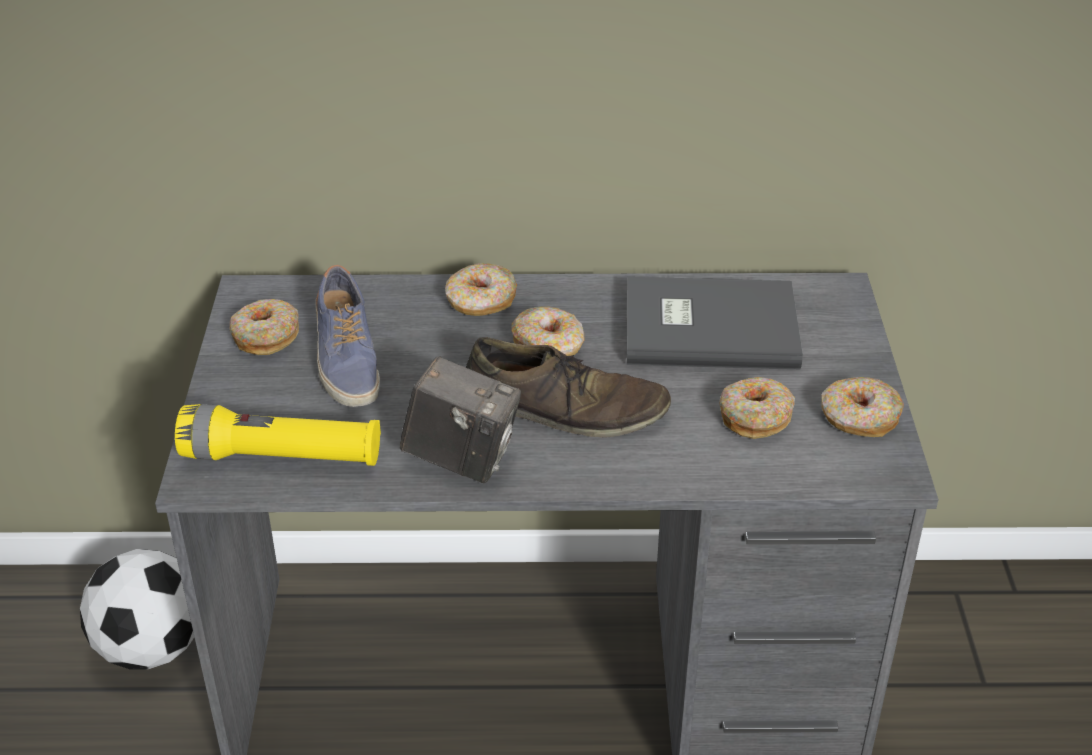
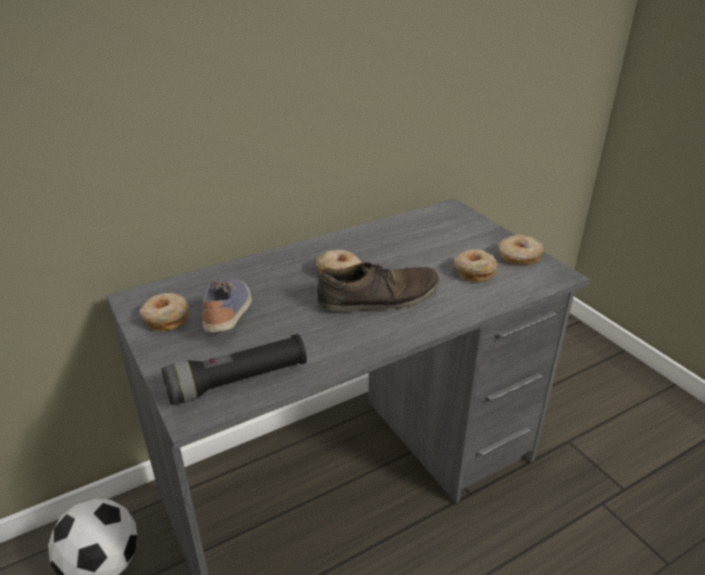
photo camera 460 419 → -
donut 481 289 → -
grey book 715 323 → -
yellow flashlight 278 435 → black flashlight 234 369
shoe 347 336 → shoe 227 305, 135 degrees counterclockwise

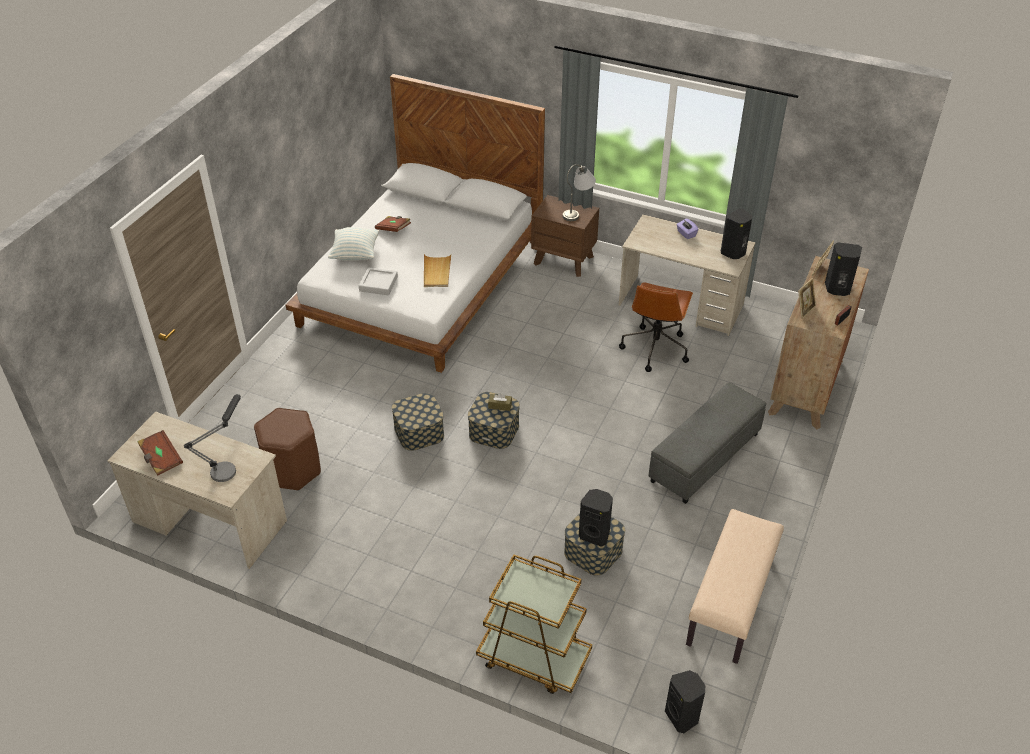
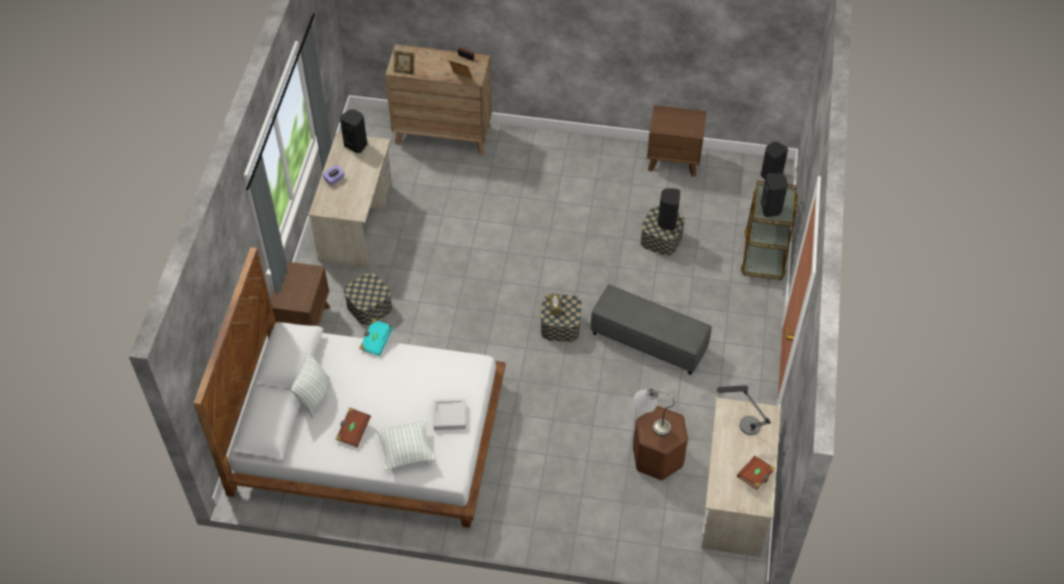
beige tray 437 270 → -
brown office chair 656 327 → -
- → pillow 310 384
- → turquoise book 376 337
storage box 418 422 → storage box 368 299, move
grey table lamp 579 192 → grey table lamp 654 412, move
grey ottoman 707 443 → grey ottoman 651 329, move
black speaker 843 269 → black speaker 774 195, move
beige bench 735 586 → brown nightstand 677 141

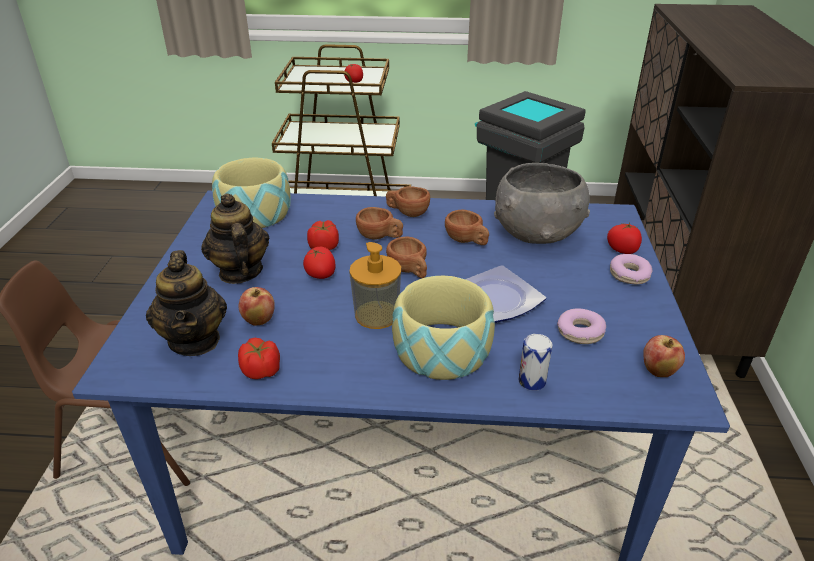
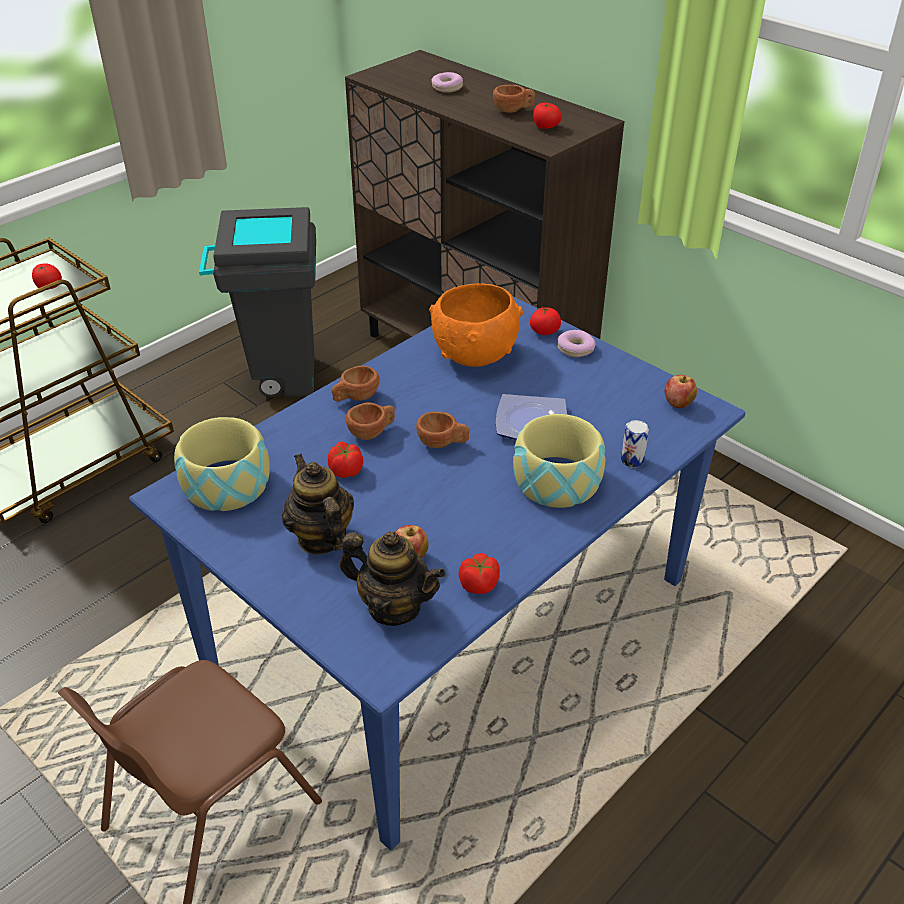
soap dispenser 375 285 → -
tomato 319 263 → tomato 547 116, move
brown cup 467 227 → brown cup 514 99, move
donut 581 326 → donut 447 82, move
grey bowl 542 203 → orange bowl 476 325
teapot 235 238 → teapot 318 504, 45 degrees clockwise

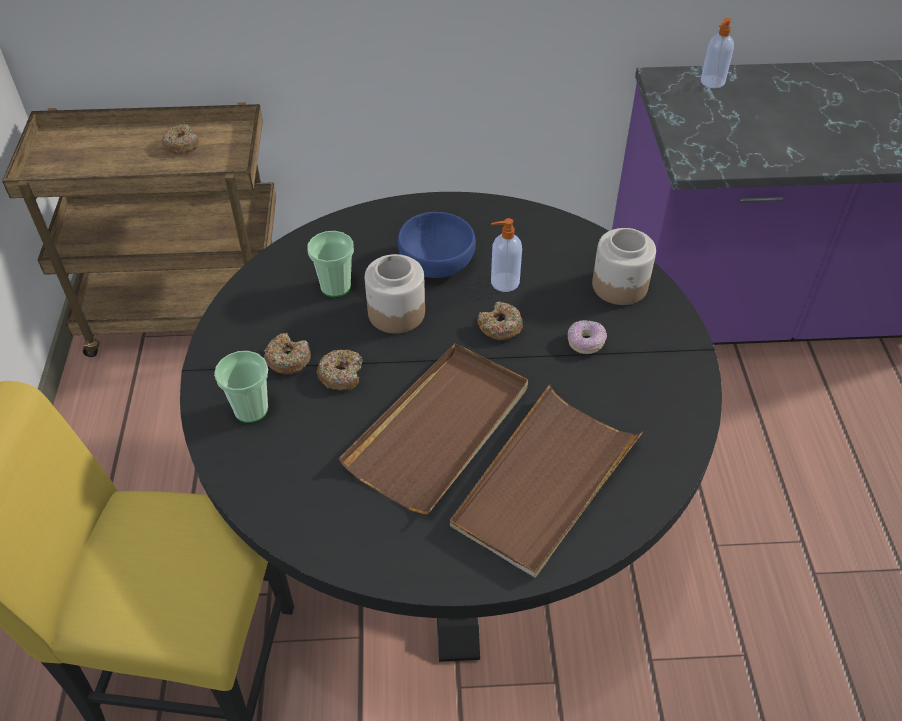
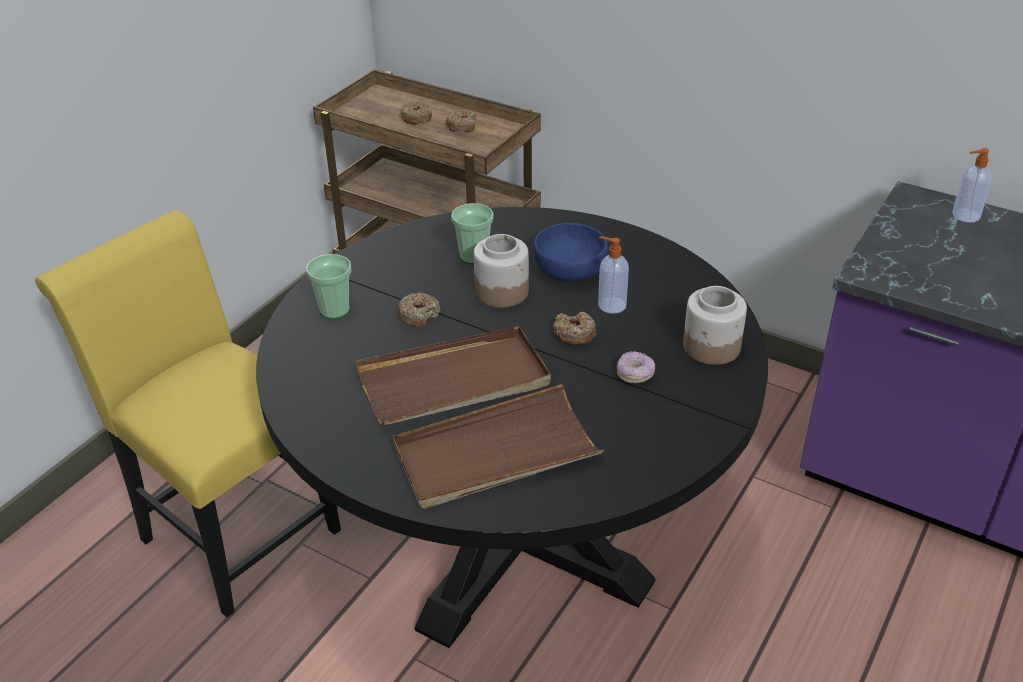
donut 287 353 → donut 416 113, move

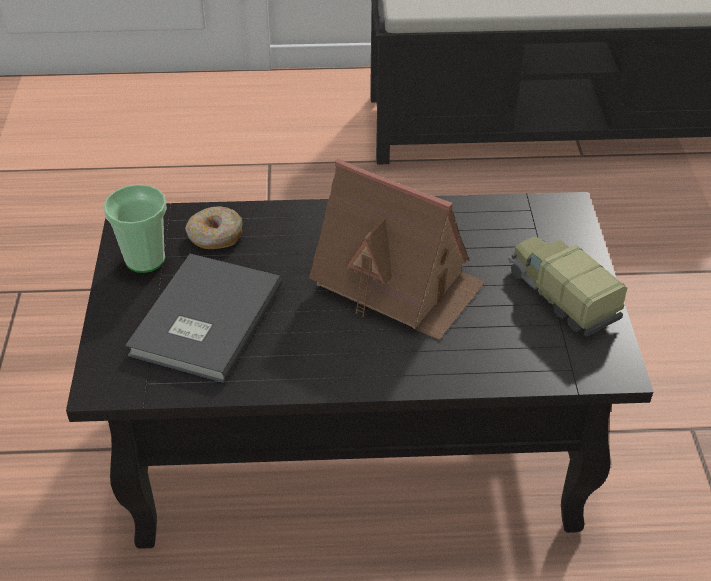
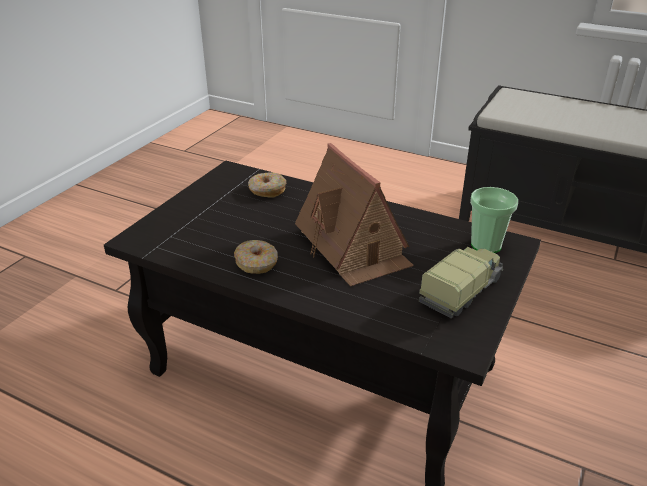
grey book 203 318 → -
- → donut 256 257
cup 135 228 → cup 494 220, move
toy truck 568 287 → toy truck 461 283, 45 degrees clockwise

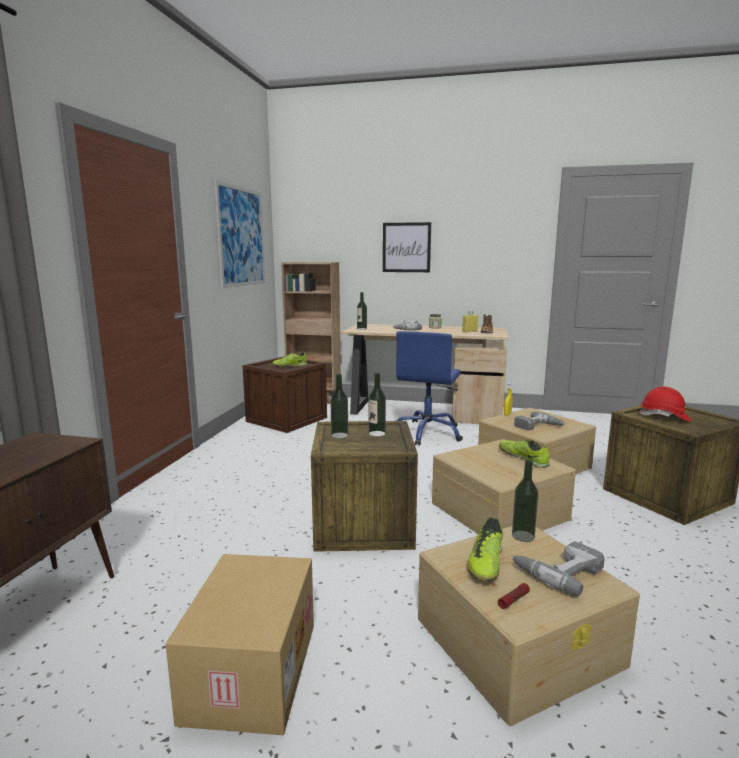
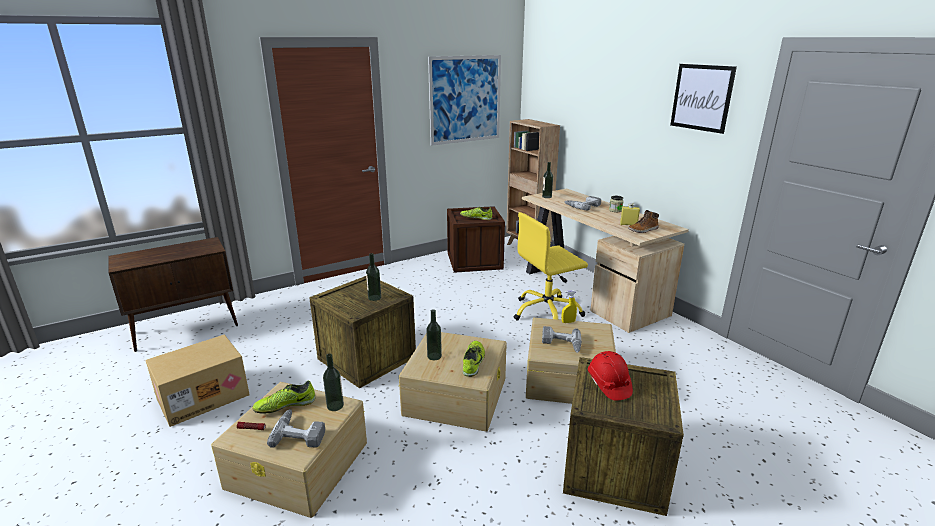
bottle 339 406 → bottle 434 334, move
picture 407 247 → picture 703 99, move
blue office chair 429 388 → yellow office chair 551 266

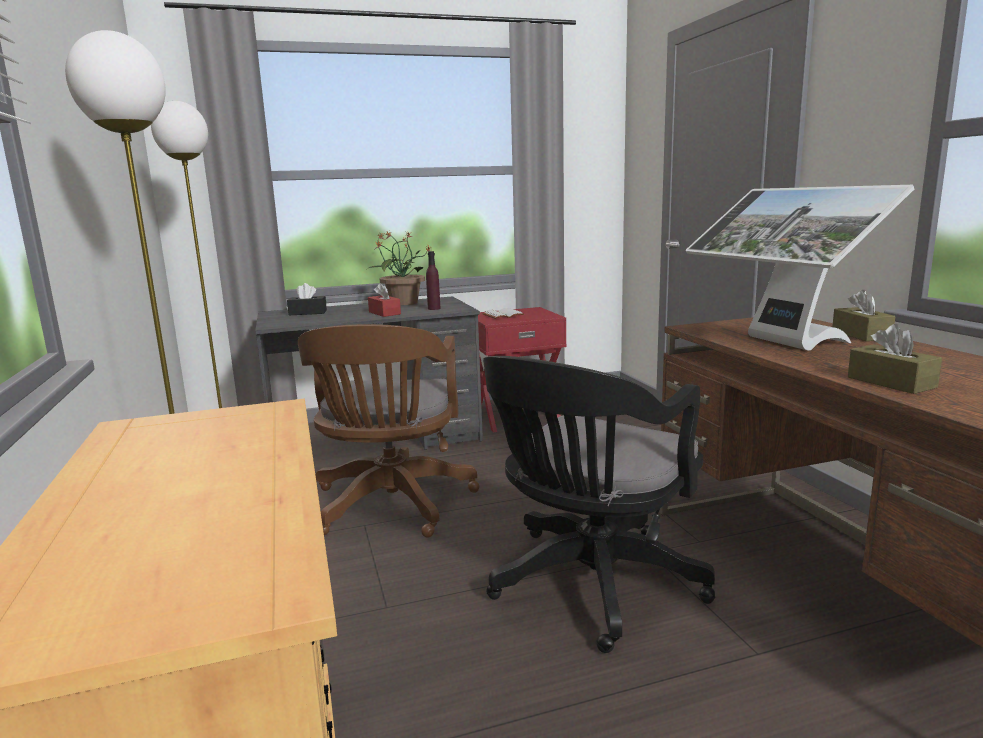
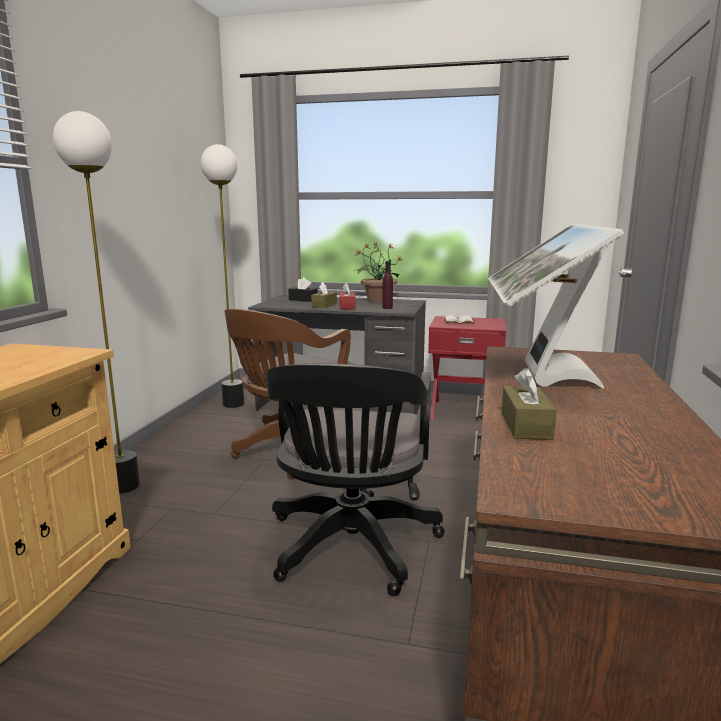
brown tissue box 864 315 → brown tissue box 324 295, move
black office chair 599 504 → black office chair 355 479, 60 degrees counterclockwise

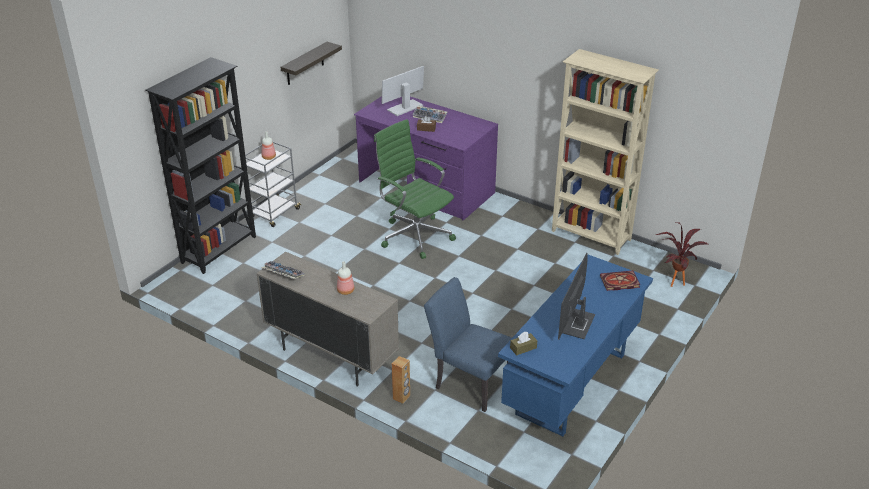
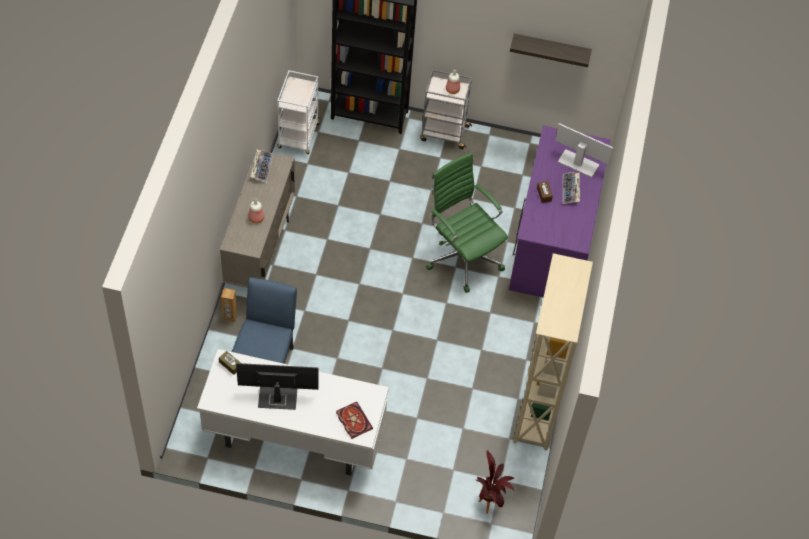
- → white cart 298 112
blue desk 575 346 → white desk 293 412
green office chair 415 189 → green office chair 467 223, 60 degrees counterclockwise

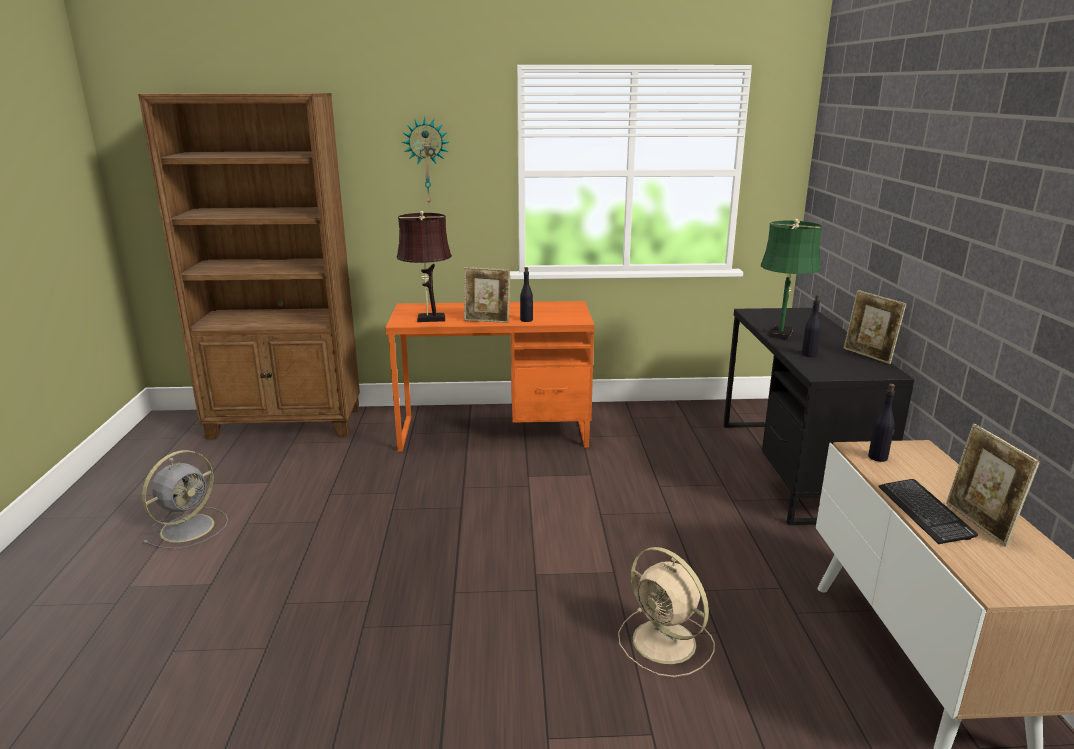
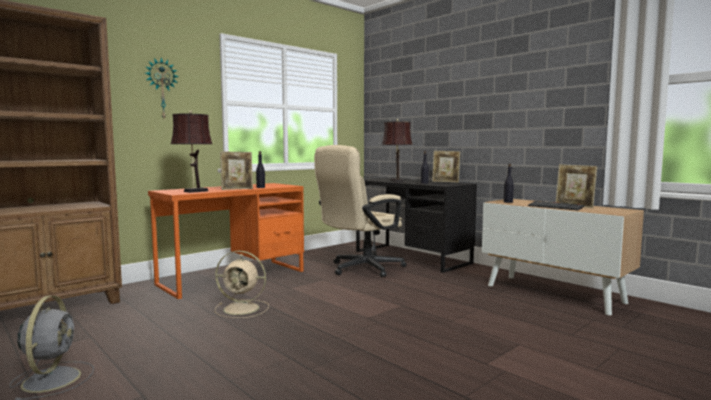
- → beige office chair 360 211
beige fan 666 612 → beige fan 242 284, move
green table lamp 791 279 → brown table lamp 397 150

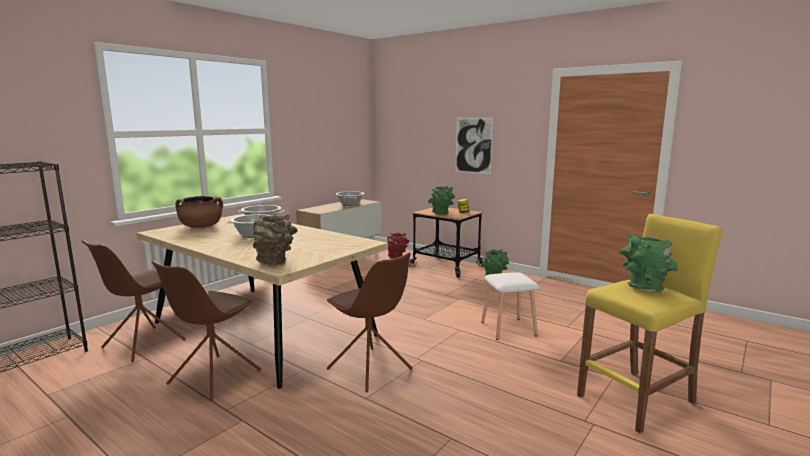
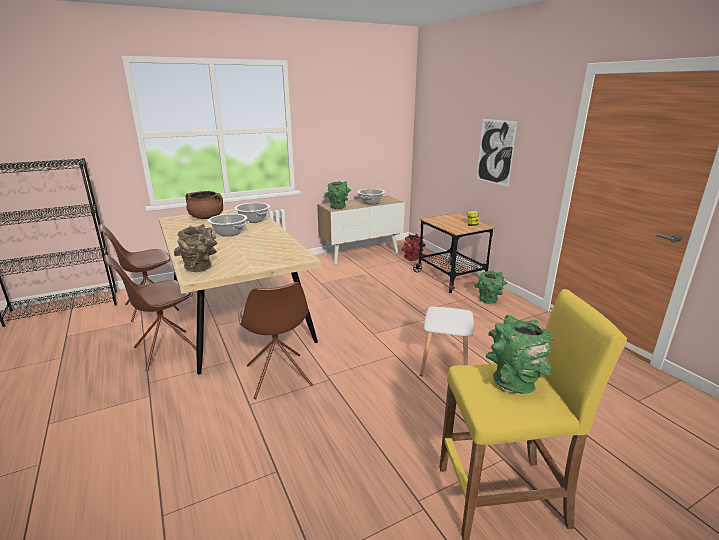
green vase 441 200 → green vase 338 195, move

